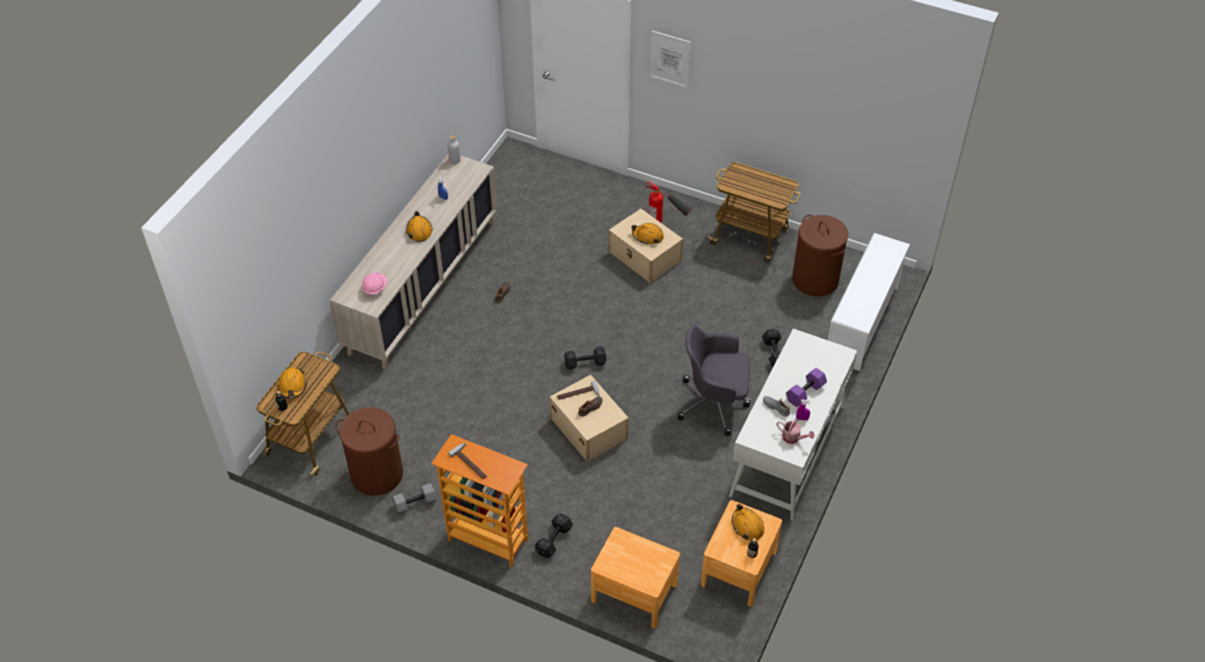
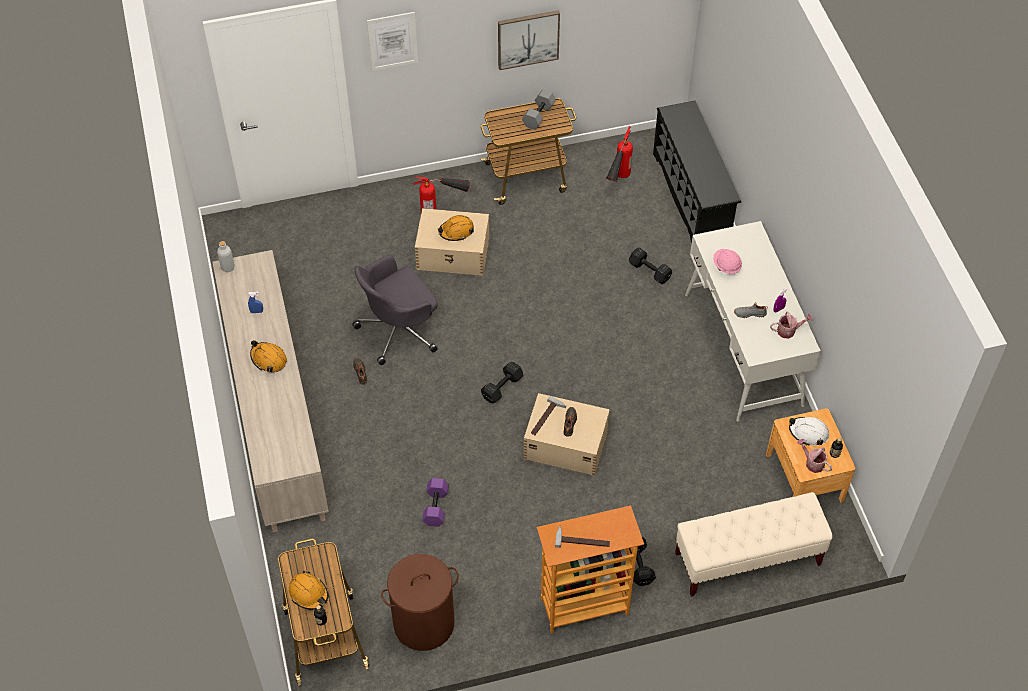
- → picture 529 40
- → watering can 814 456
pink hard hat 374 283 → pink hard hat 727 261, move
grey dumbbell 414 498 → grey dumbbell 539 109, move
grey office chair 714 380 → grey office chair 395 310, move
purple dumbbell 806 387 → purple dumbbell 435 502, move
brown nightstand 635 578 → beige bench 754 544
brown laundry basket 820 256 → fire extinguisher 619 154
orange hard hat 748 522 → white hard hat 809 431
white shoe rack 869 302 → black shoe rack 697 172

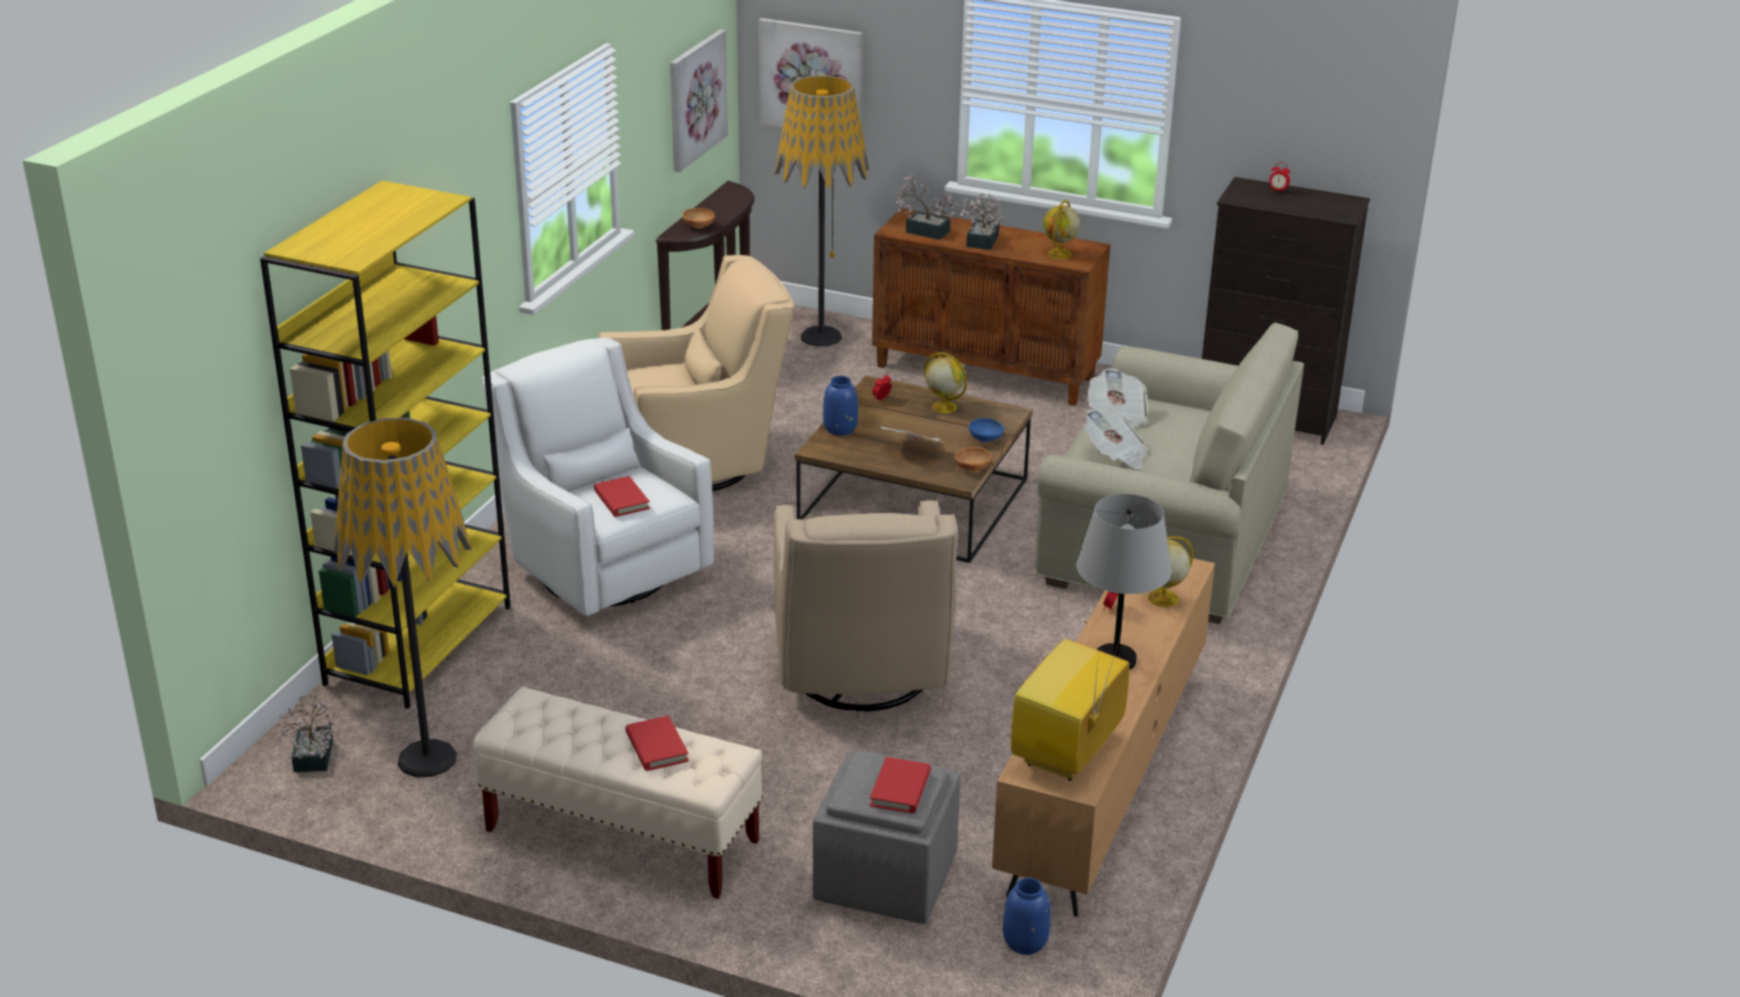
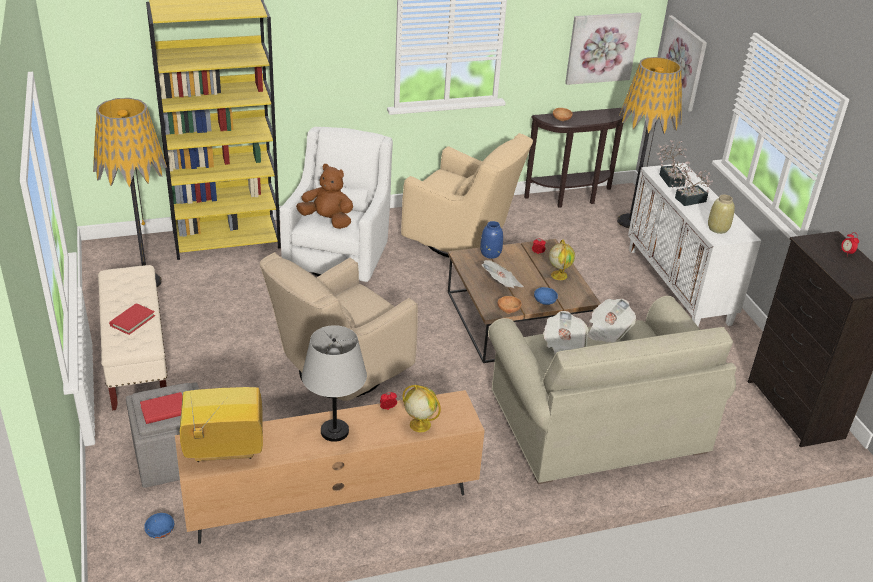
potted plant 307 733 → -
red book 622 496 → brown plush toy 324 196
blue vase 1027 916 → blue bowl 159 526
globe 1061 229 → beige vase 721 214
brown cabinet 991 307 → white cabinet 694 244

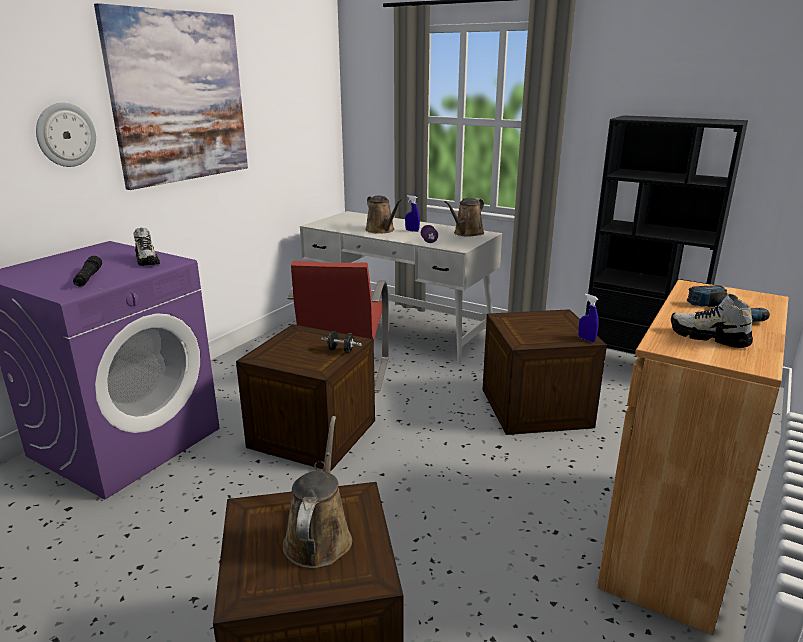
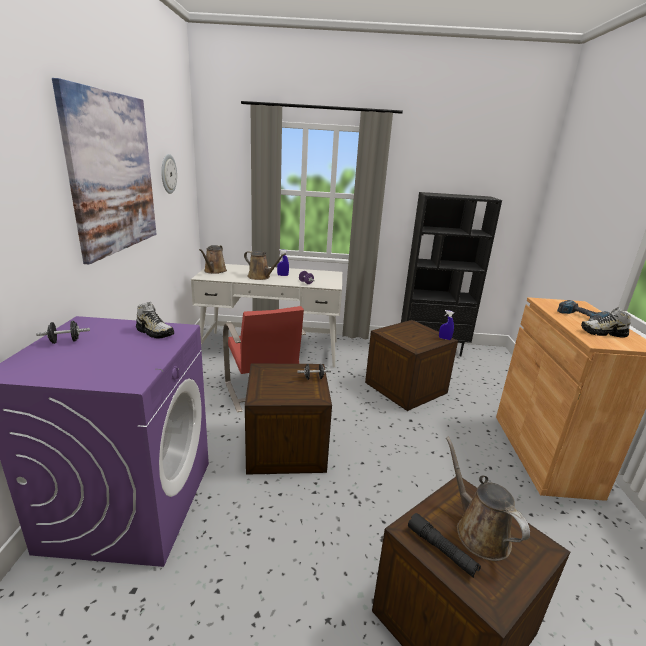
- → black dumbbell 63 332
wall clock 66 135 → wall clock 169 174, move
black flashlight 87 271 → black flashlight 444 545, move
brown watering can 464 217 → brown watering can 213 259, move

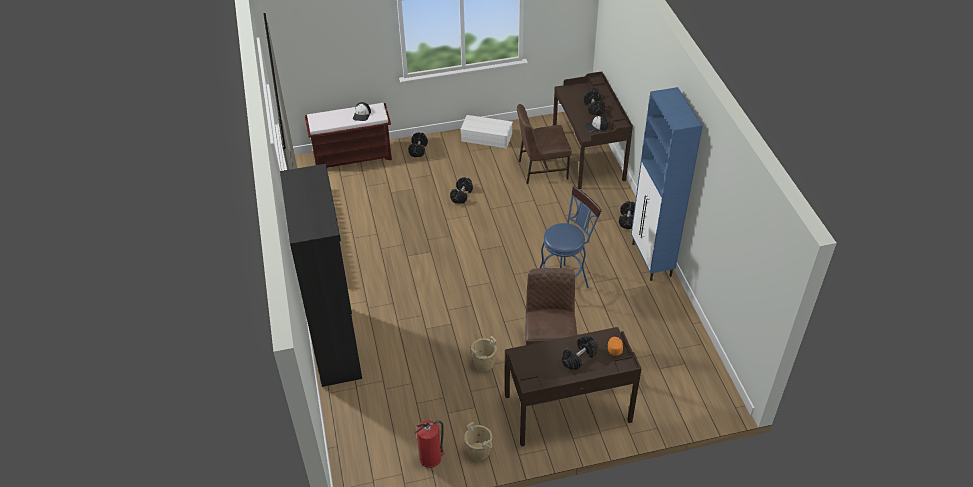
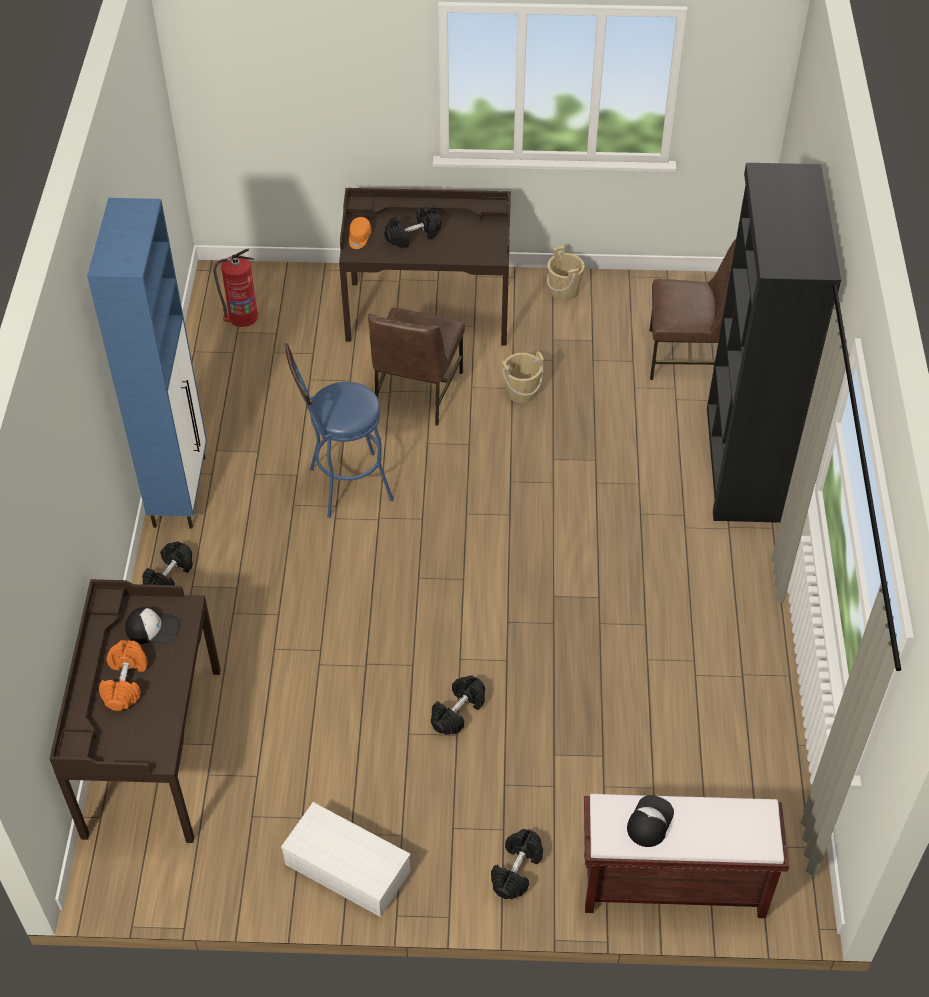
fire extinguisher 429 444 → fire extinguisher 235 288, move
brown chair 544 144 → brown chair 693 309, move
black dumbbell 594 102 → orange dumbbell 123 675

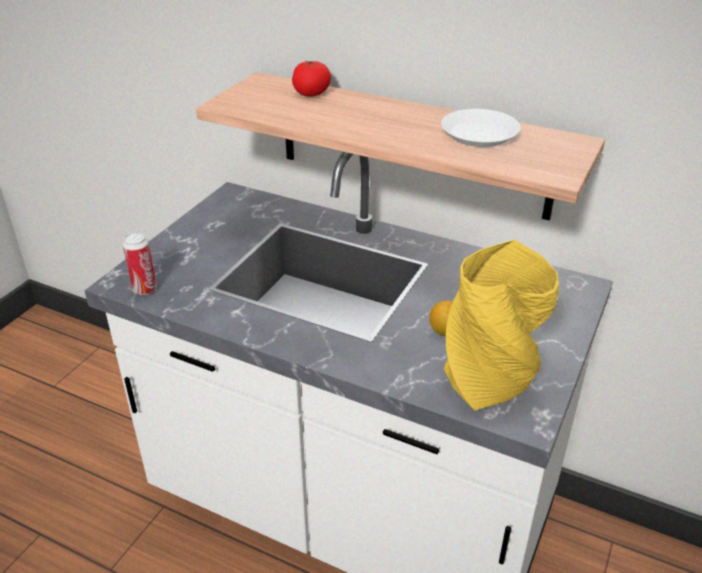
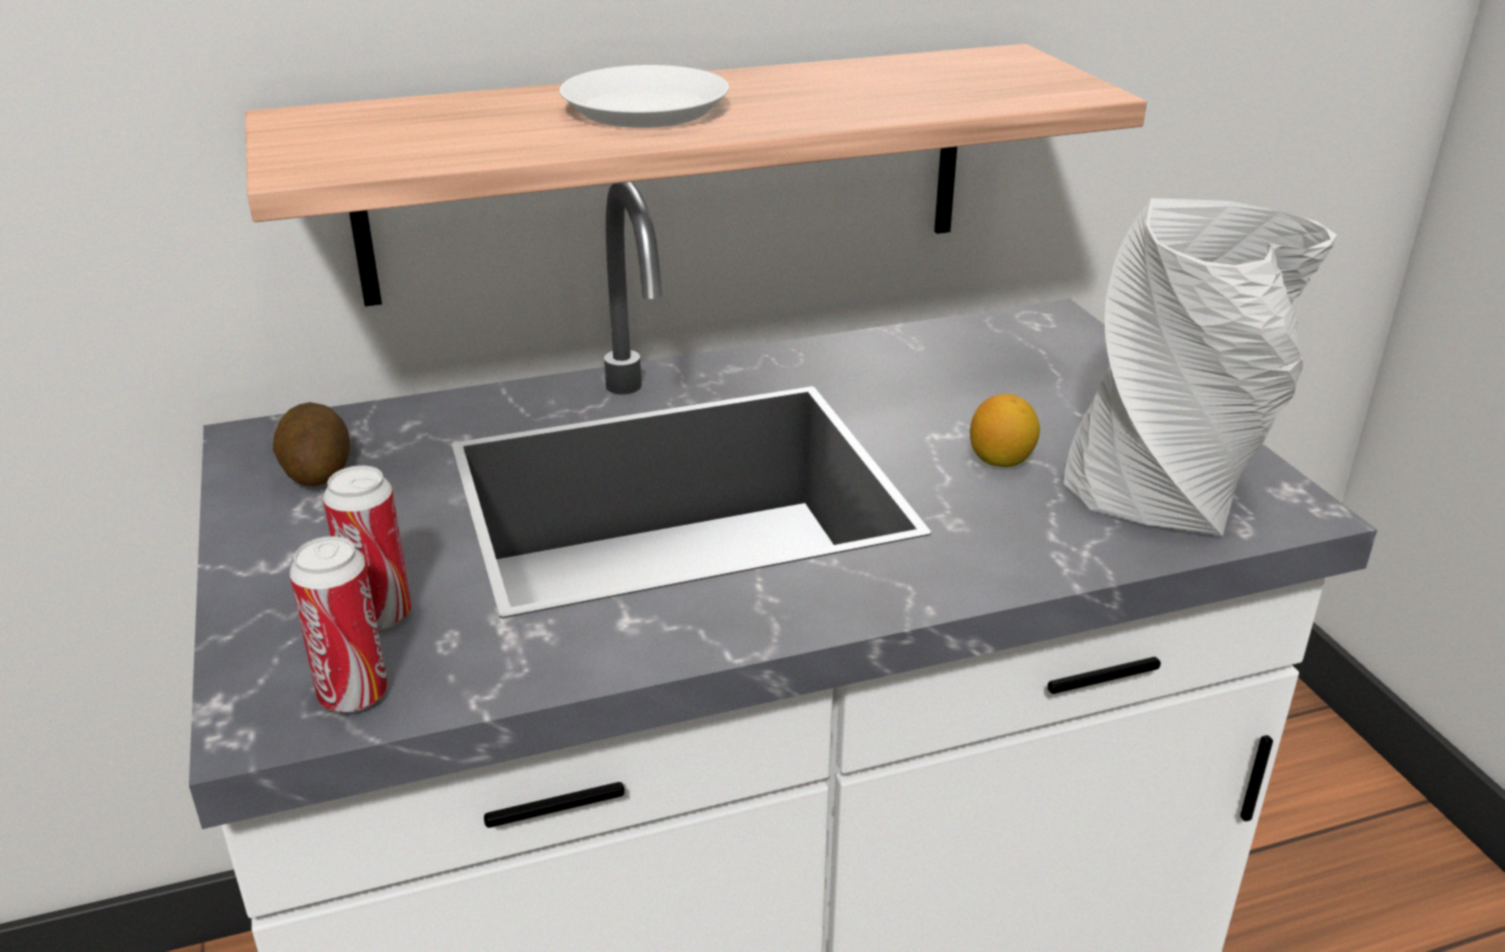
tomato 311 79 → -
- → potato 311 444
- → can 367 547
white plate 481 128 → white plate 644 96, move
yellow vase 501 325 → grey vase 1200 367

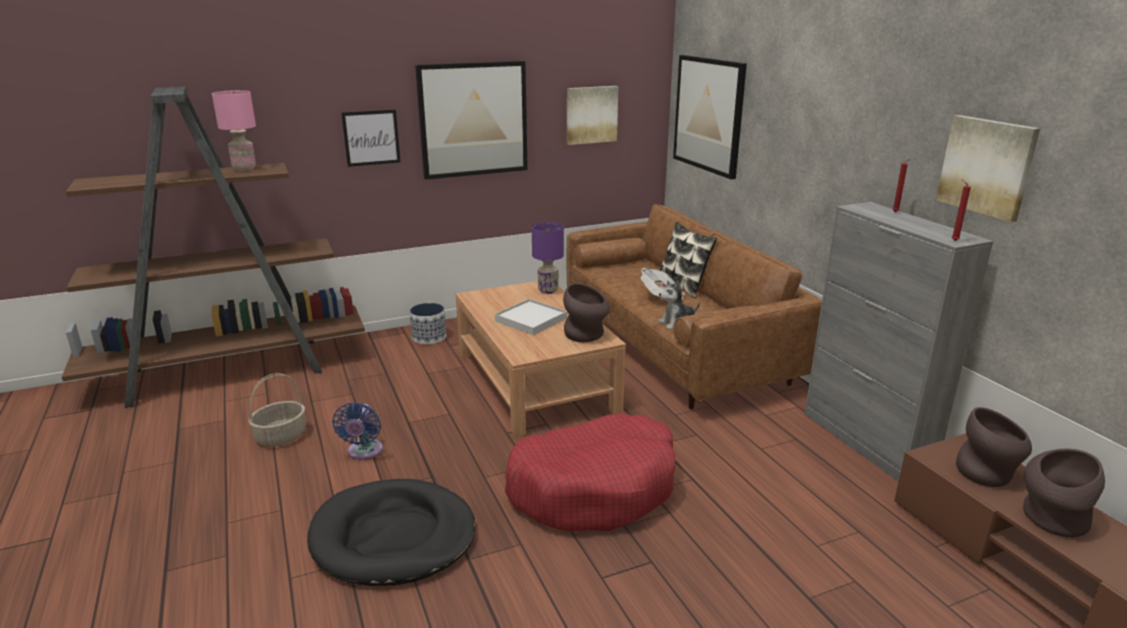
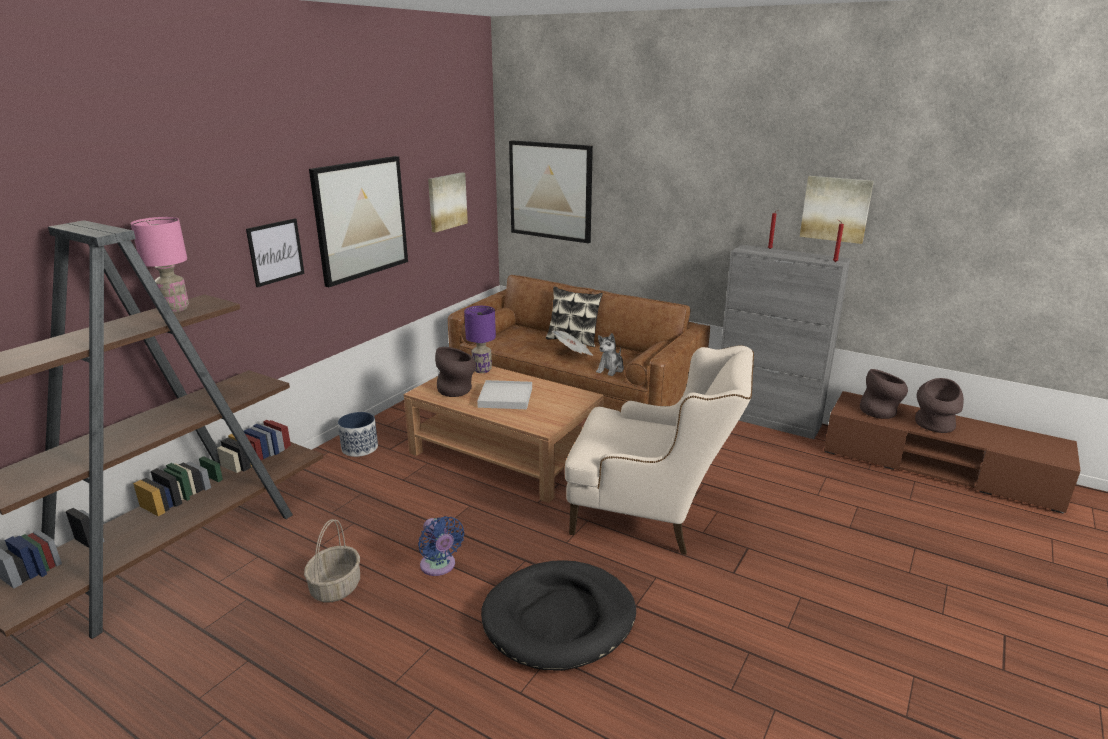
brown vase 586 312 → brown vase 455 372, move
red dog bed 590 472 → beige armchair 659 450

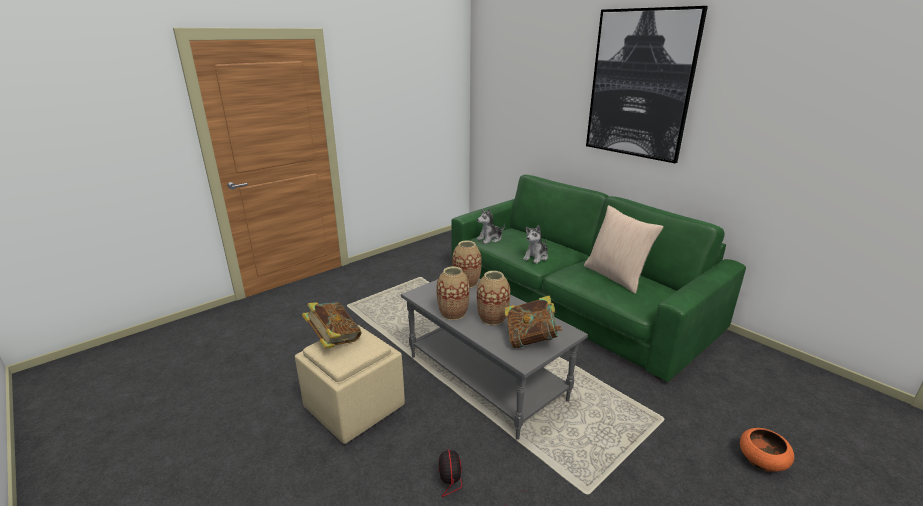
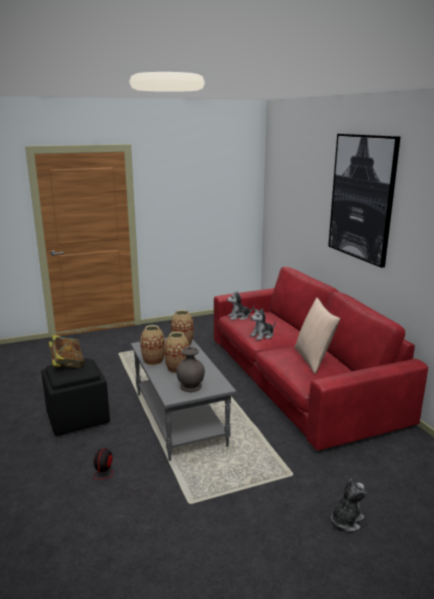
book 533 321 → grey vase 190 369
orange bowl 767 450 → plush toy 349 505
beige ottoman 350 384 → black ottoman 75 397
green sofa 598 278 → red sofa 321 359

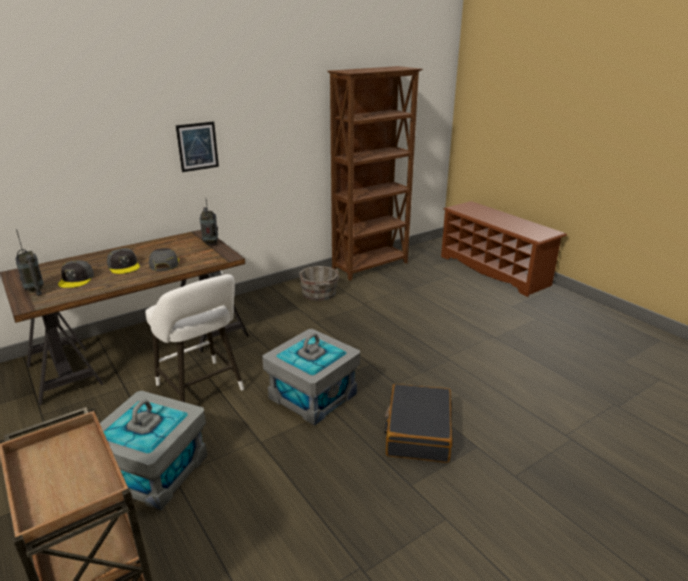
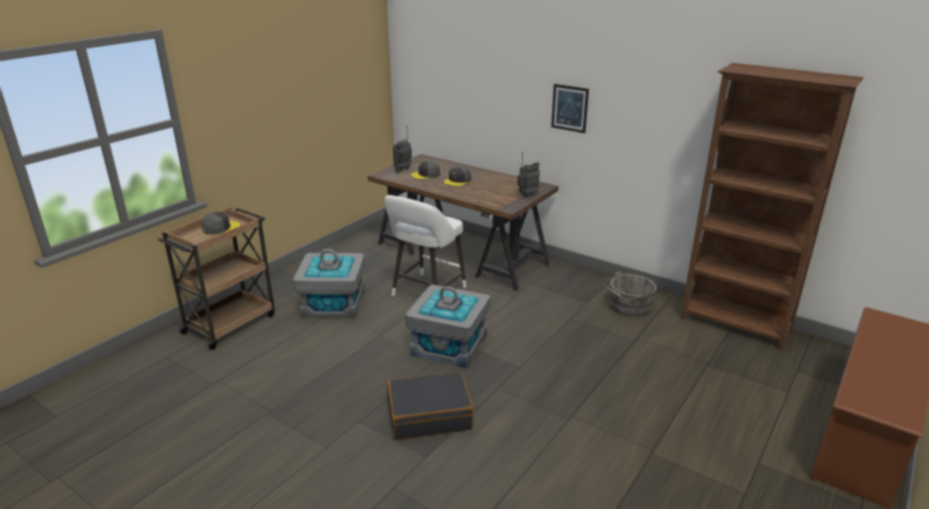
grey cap 164 259 → grey cap 220 223, move

